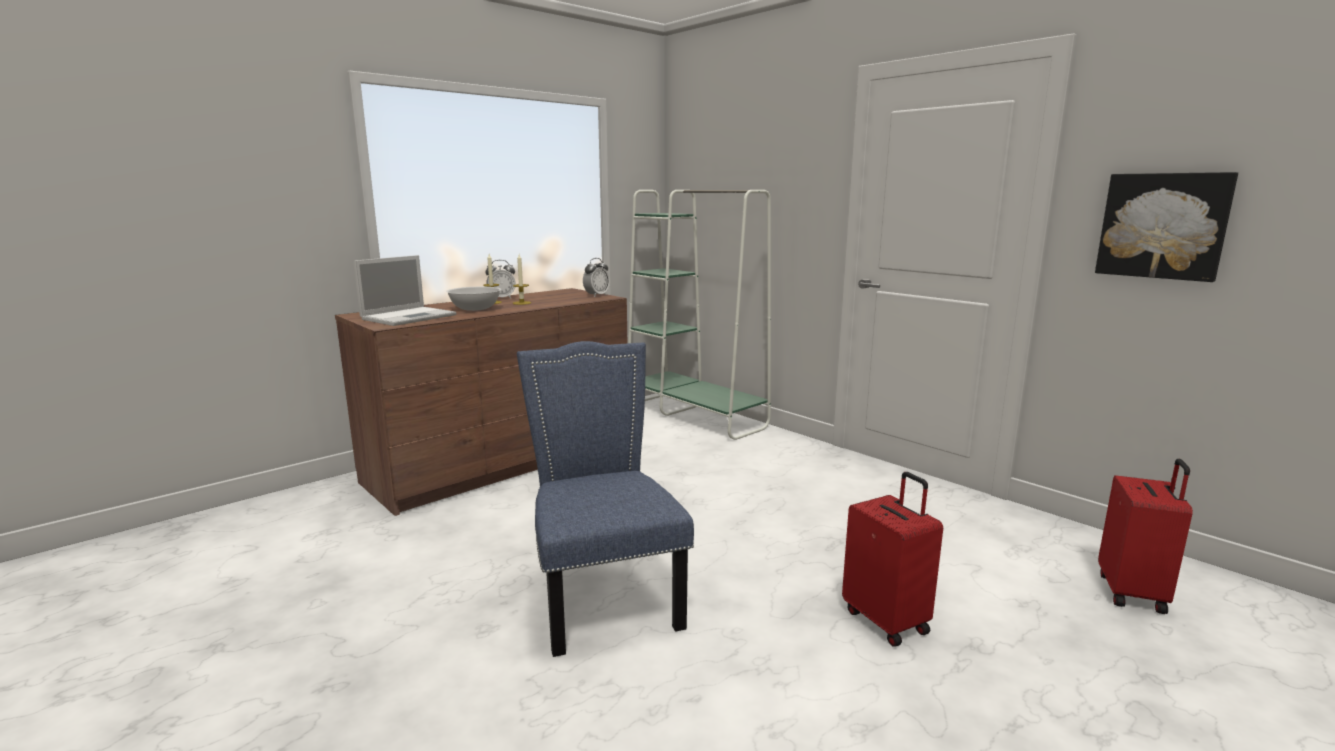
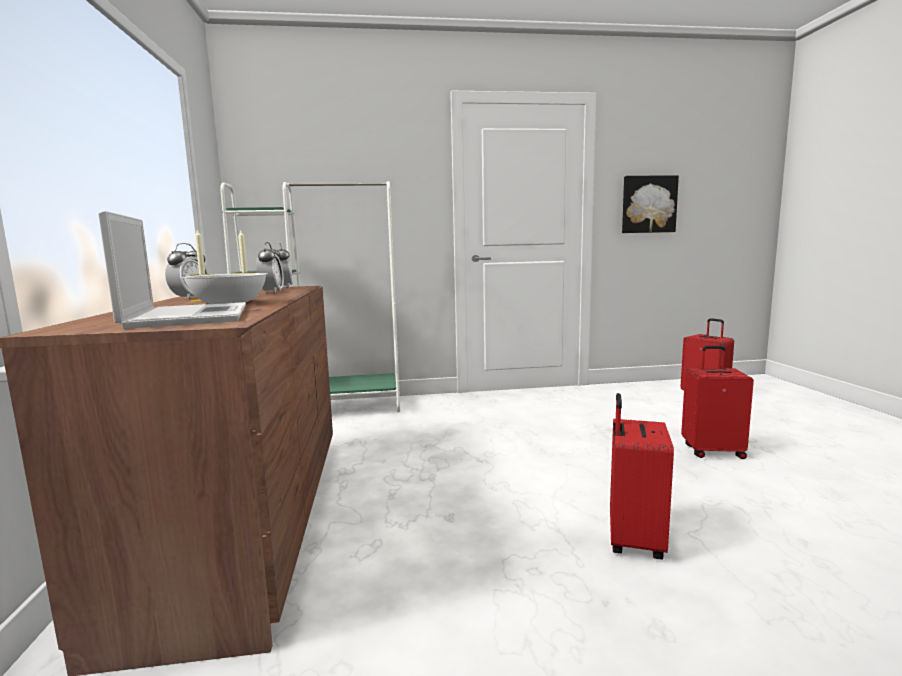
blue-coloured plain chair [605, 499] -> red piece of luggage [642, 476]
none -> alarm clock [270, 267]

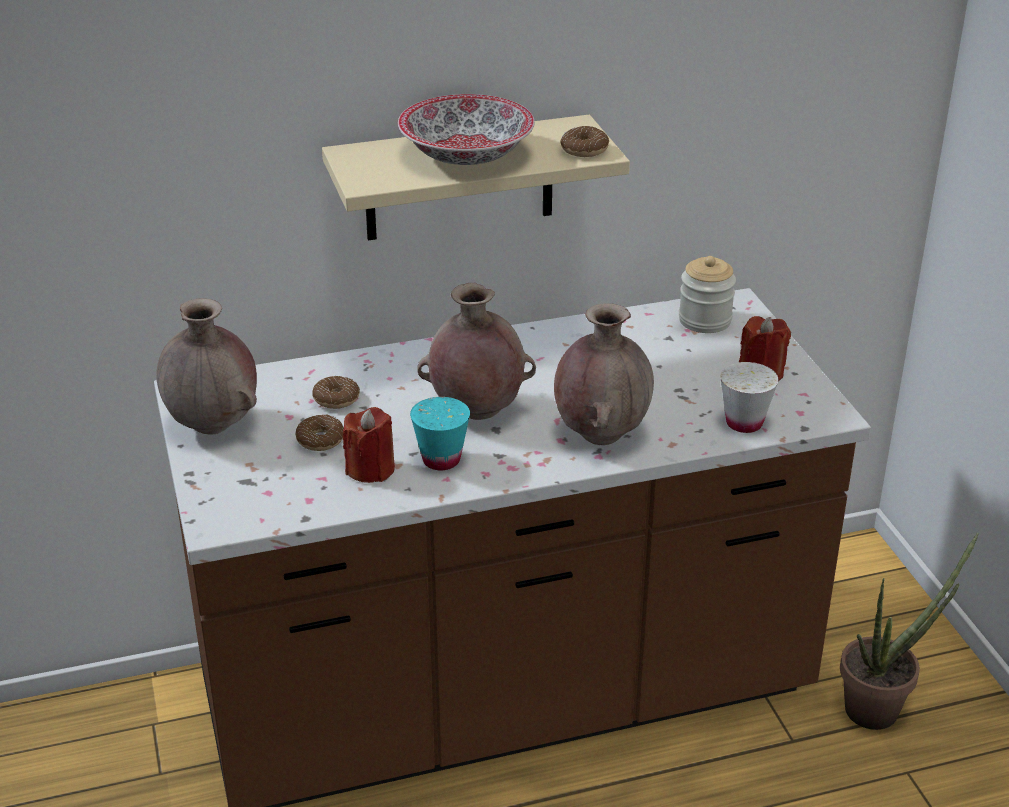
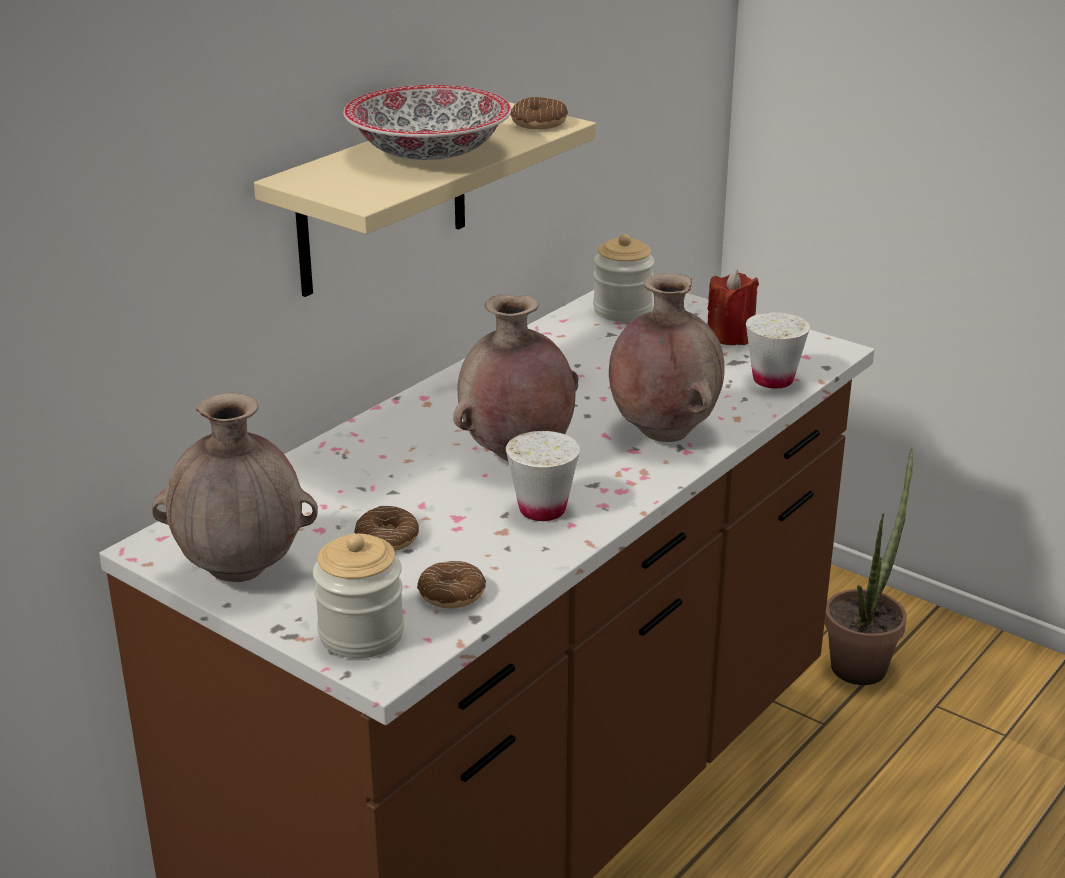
ring doughnut [336, 392] -> ring doughnut [451, 585], moved
blue-green drinking cup [440, 433] -> white drinking cup [543, 476]
red candle [369, 445] -> none
none -> jar [358, 596]

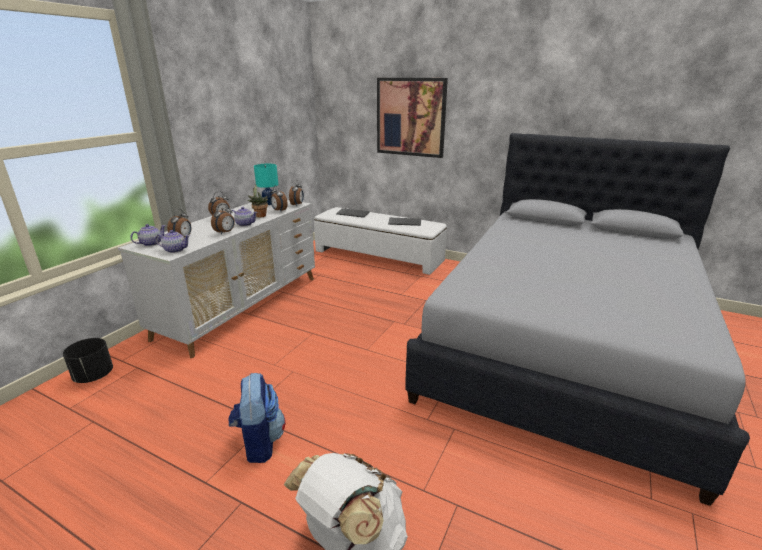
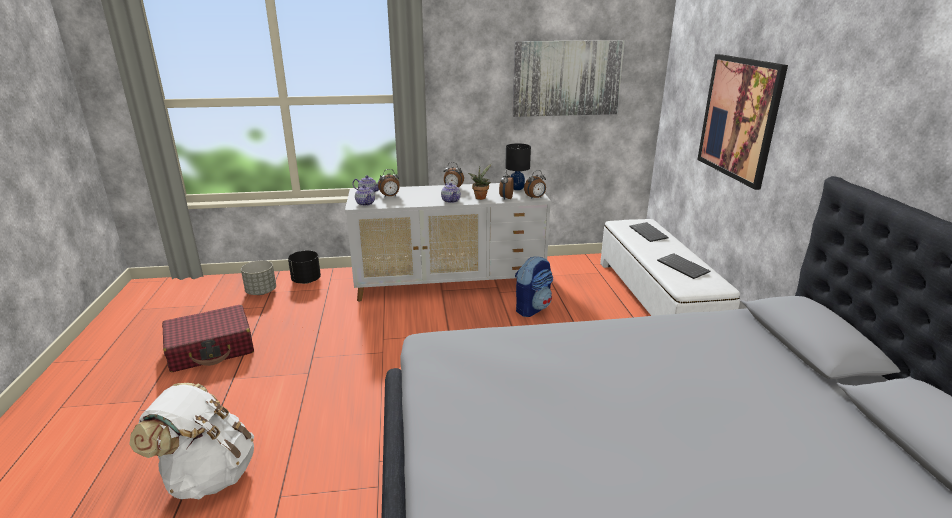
blue-green lamp for a table [266, 184] -> blackish lamp for a table [518, 166]
alarm clock [223, 219] -> none
knapsack [257, 418] -> knapsack [534, 286], moved
none -> wall picture [568, 78]
none -> grey planter [258, 277]
none -> red piece of luggage [208, 338]

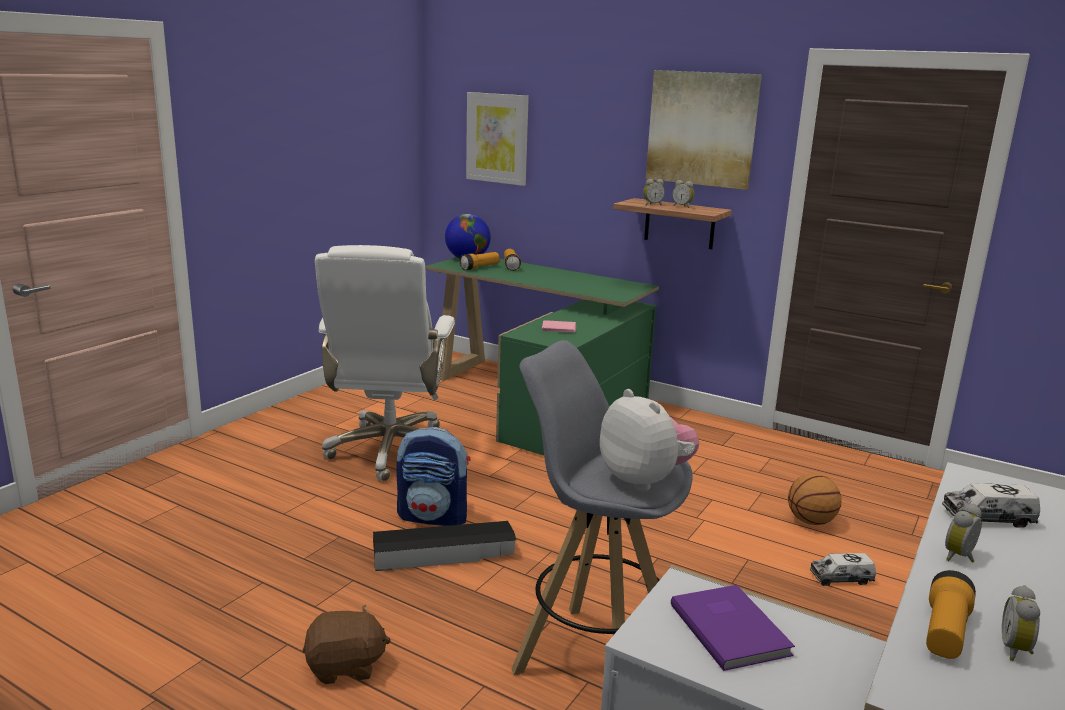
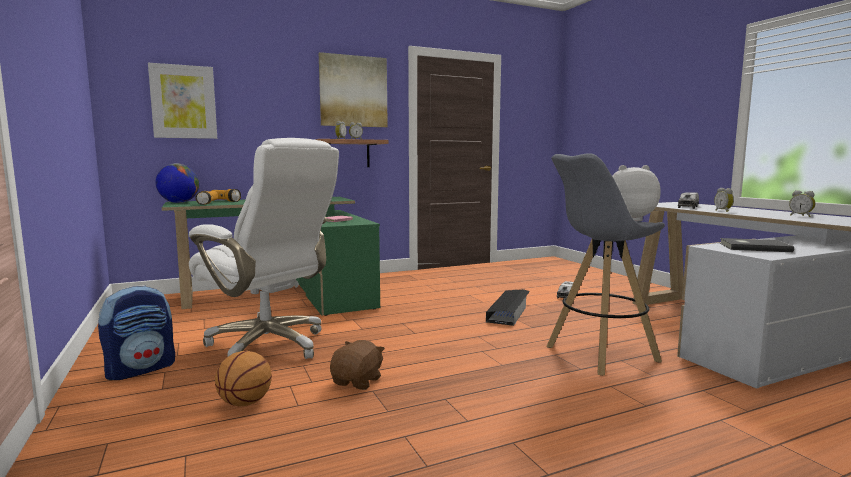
knapsack [433, 476] -> knapsack [136, 332], moved
basketball [815, 499] -> basketball [243, 379], moved
blackish storage container [444, 546] -> blackish storage container [508, 307], moved
flashlight [951, 614] -> none
purplish bound book [733, 628] -> grey bound book [757, 245]
brownish soft toy [347, 644] -> brownish soft toy [357, 365], moved

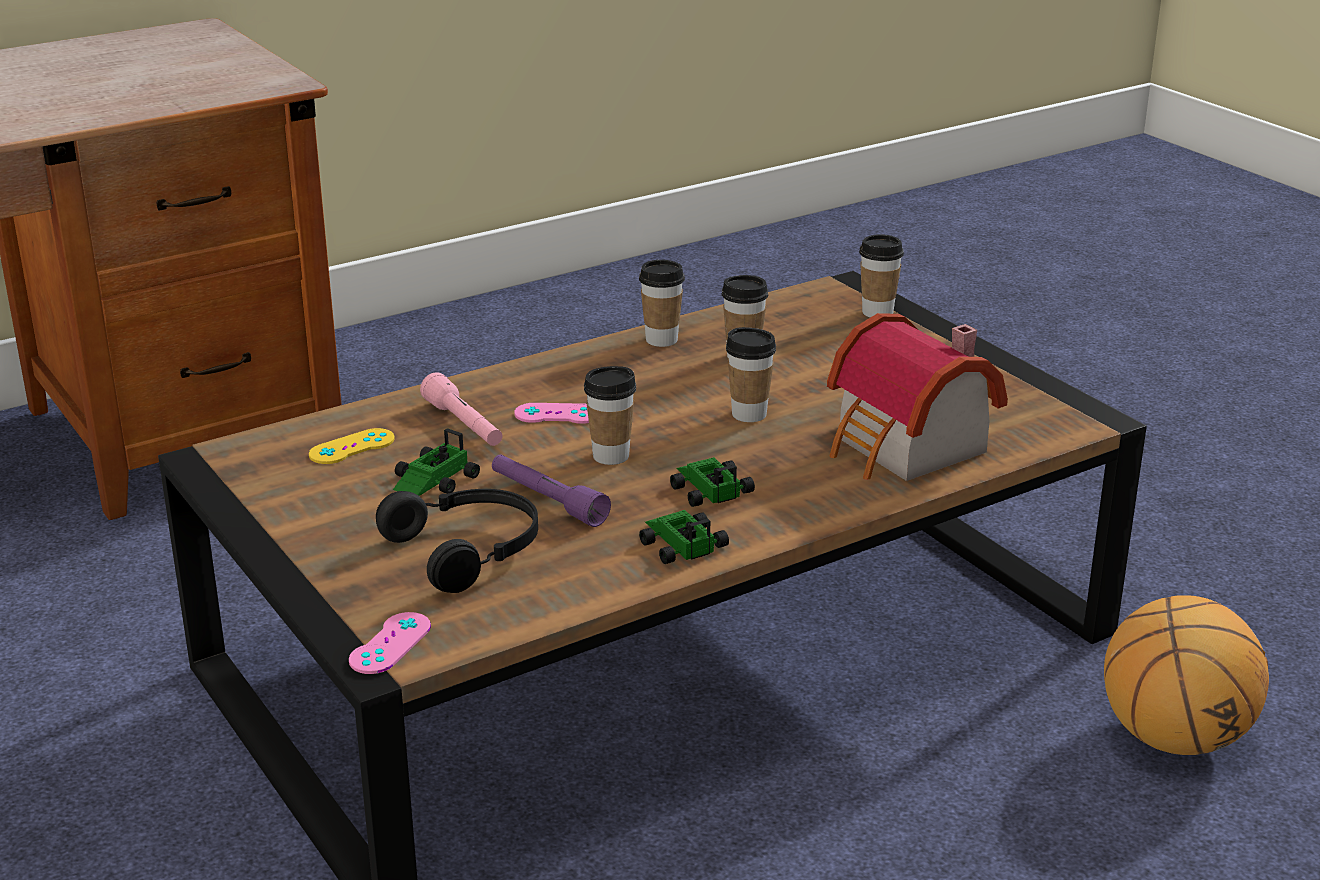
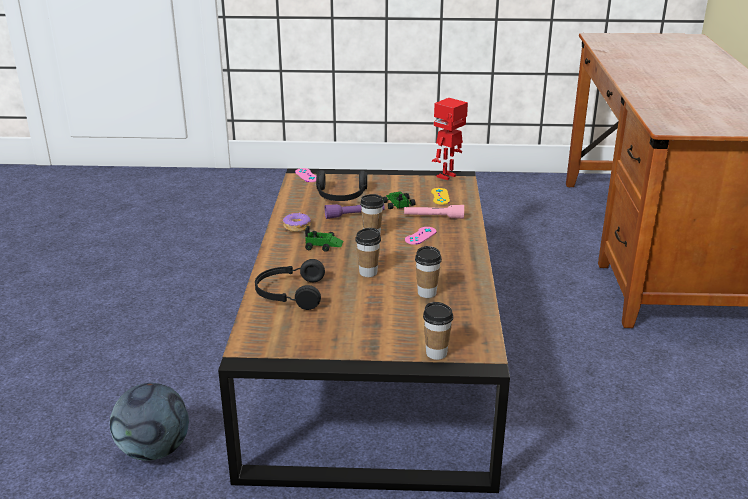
drinking cup [662, 303] -> none
toy house [917, 397] -> blackish headphones [290, 284]
model car [684, 537] -> ring doughnut [297, 222]
basketball [1186, 675] -> ball for football [149, 422]
none -> toy robot [450, 139]

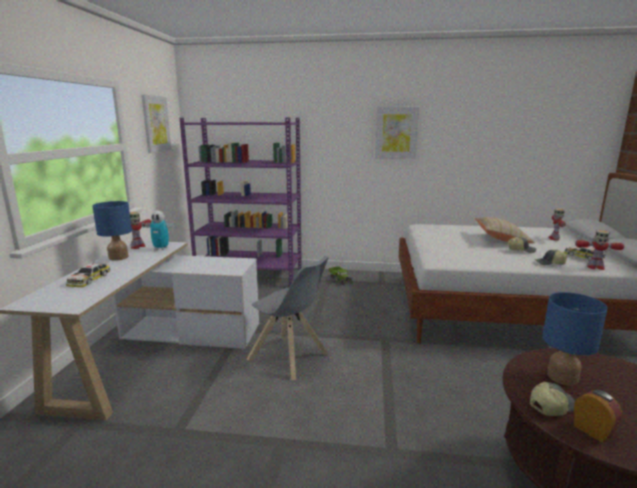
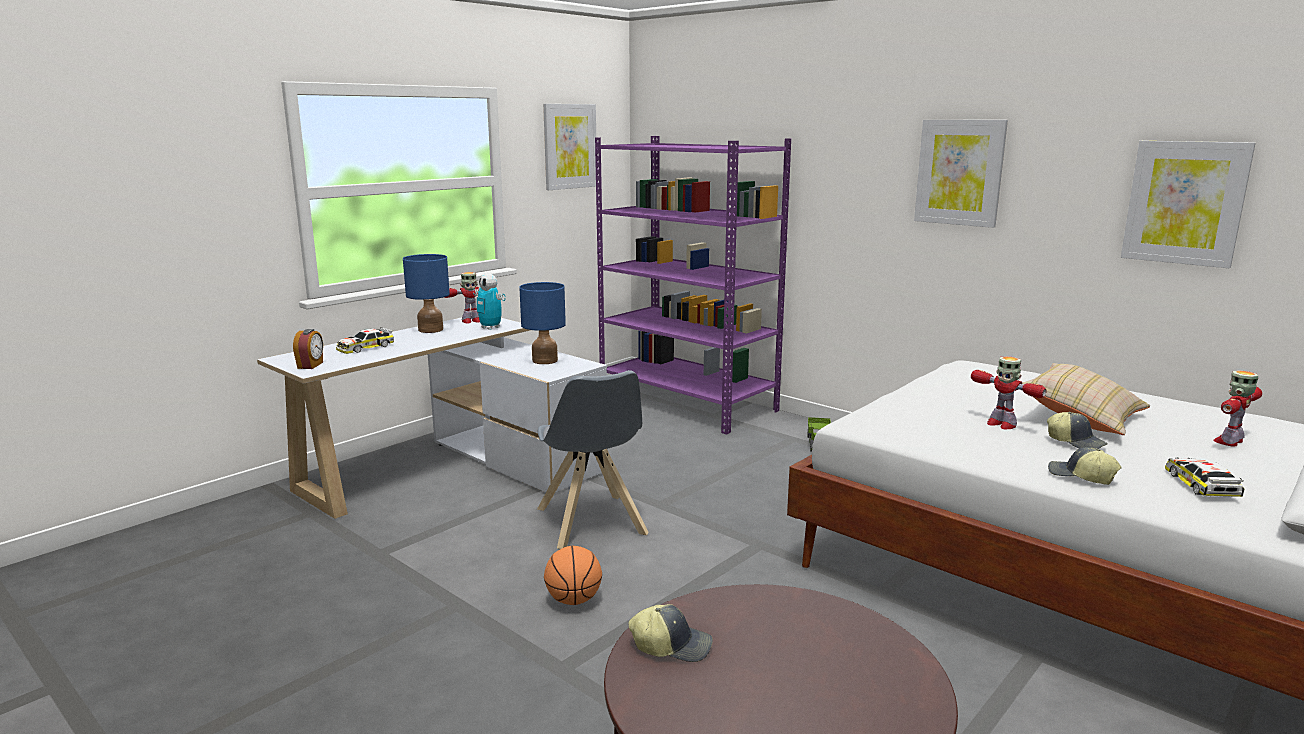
toy robot [599, 250] -> toy robot [1009, 392], moved
blue-coloured lamp for a table [575, 339] -> blue-coloured lamp for a table [542, 323], moved
alarm clock [598, 416] -> alarm clock [308, 349], moved
none -> wall picture [1188, 204]
none -> basketball [573, 575]

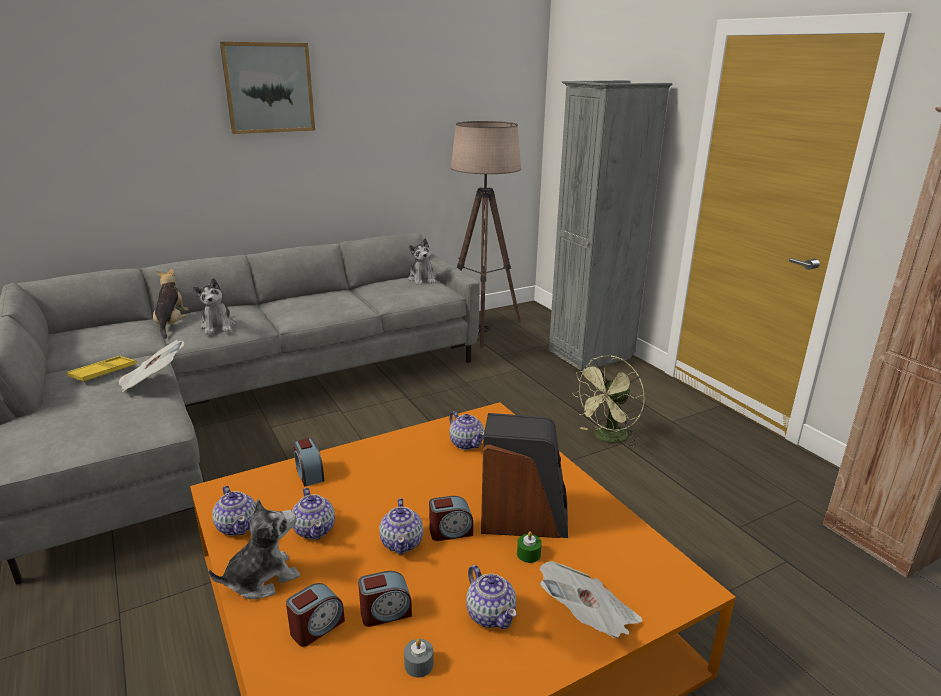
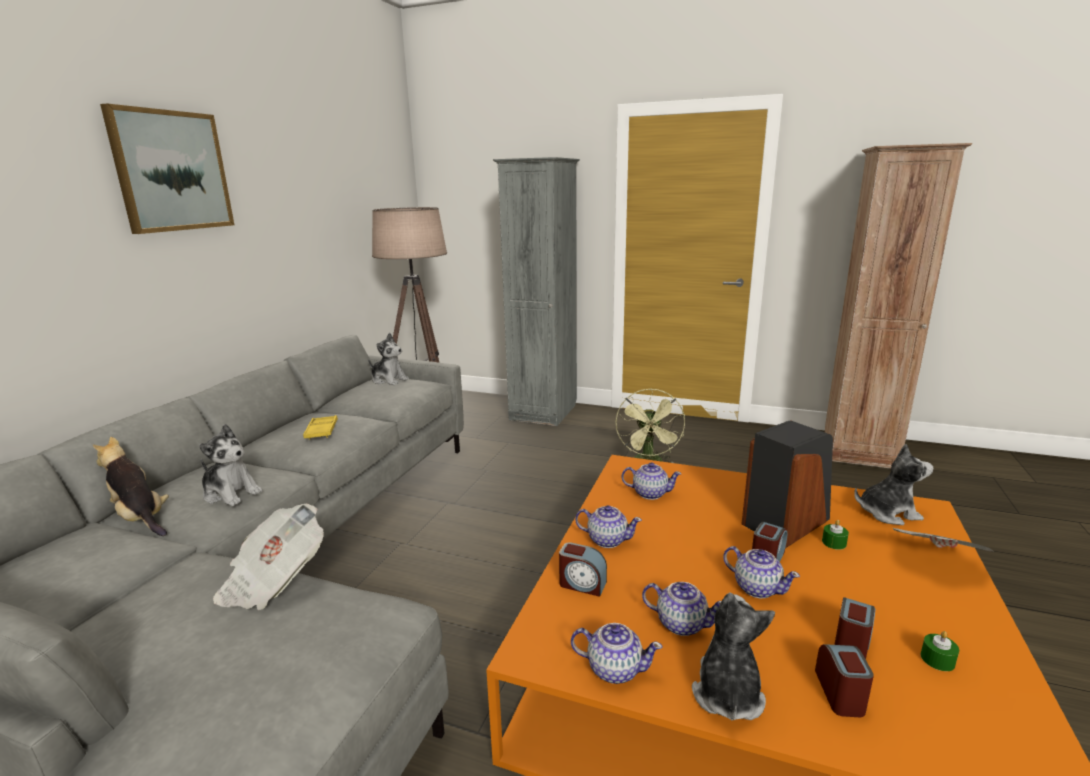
yellowish tray [101, 369] -> yellowish tray [320, 427], moved
pot for tea [491, 597] -> pot for tea [608, 526], moved
grey candle [419, 658] -> green-coloured candle [939, 651]
none -> soft toy [893, 484]

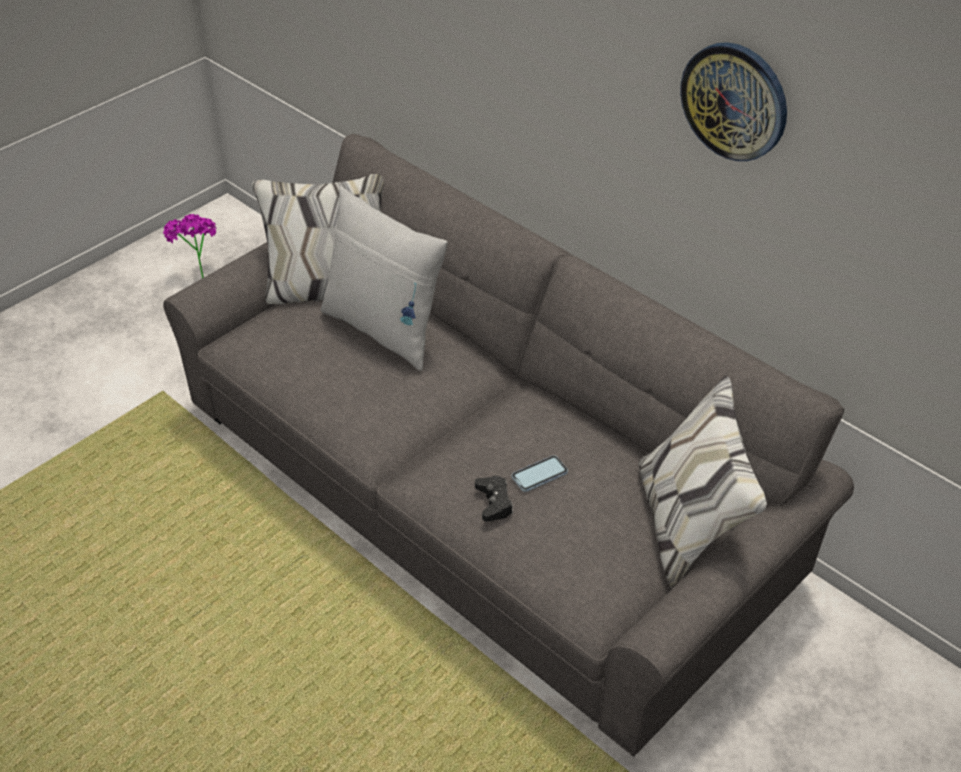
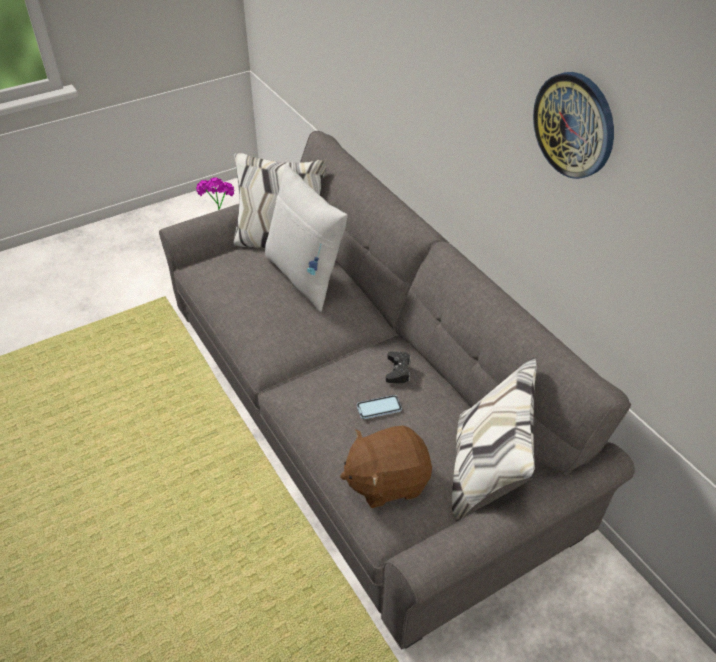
blackish game controller [494, 499] -> blackish game controller [398, 367], moved
none -> brownish soft toy [386, 466]

